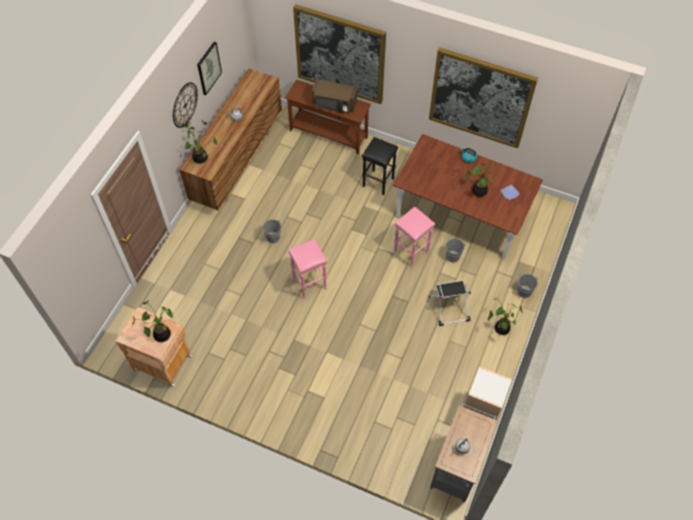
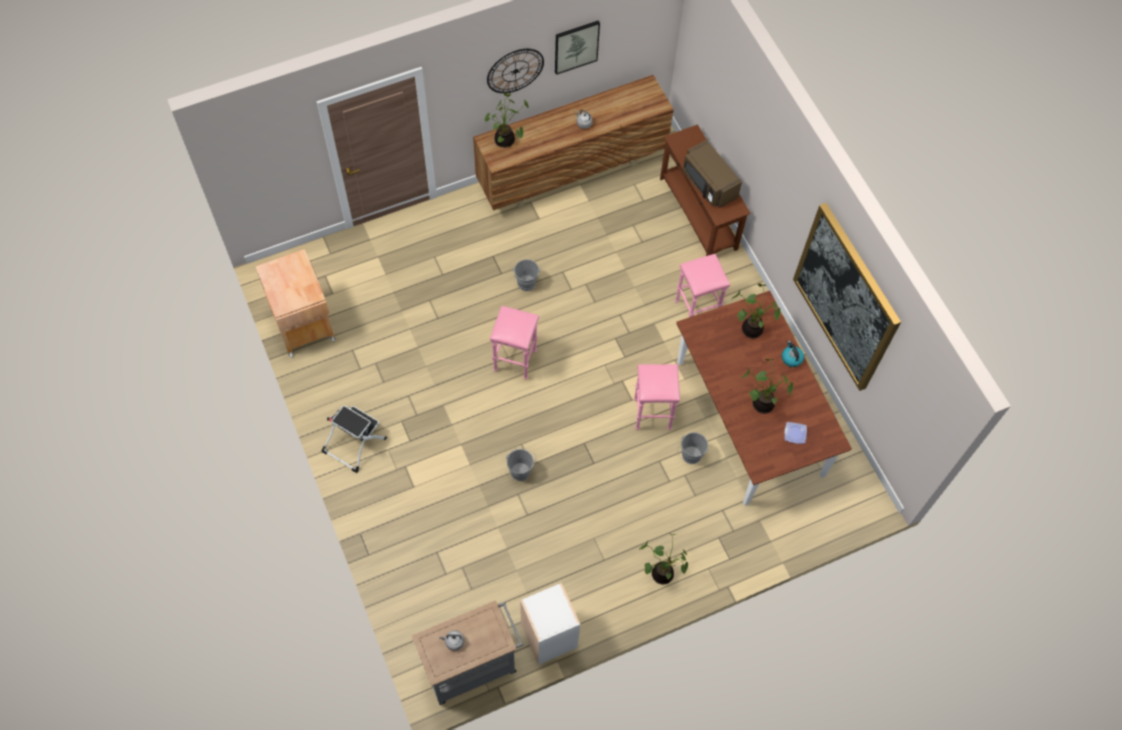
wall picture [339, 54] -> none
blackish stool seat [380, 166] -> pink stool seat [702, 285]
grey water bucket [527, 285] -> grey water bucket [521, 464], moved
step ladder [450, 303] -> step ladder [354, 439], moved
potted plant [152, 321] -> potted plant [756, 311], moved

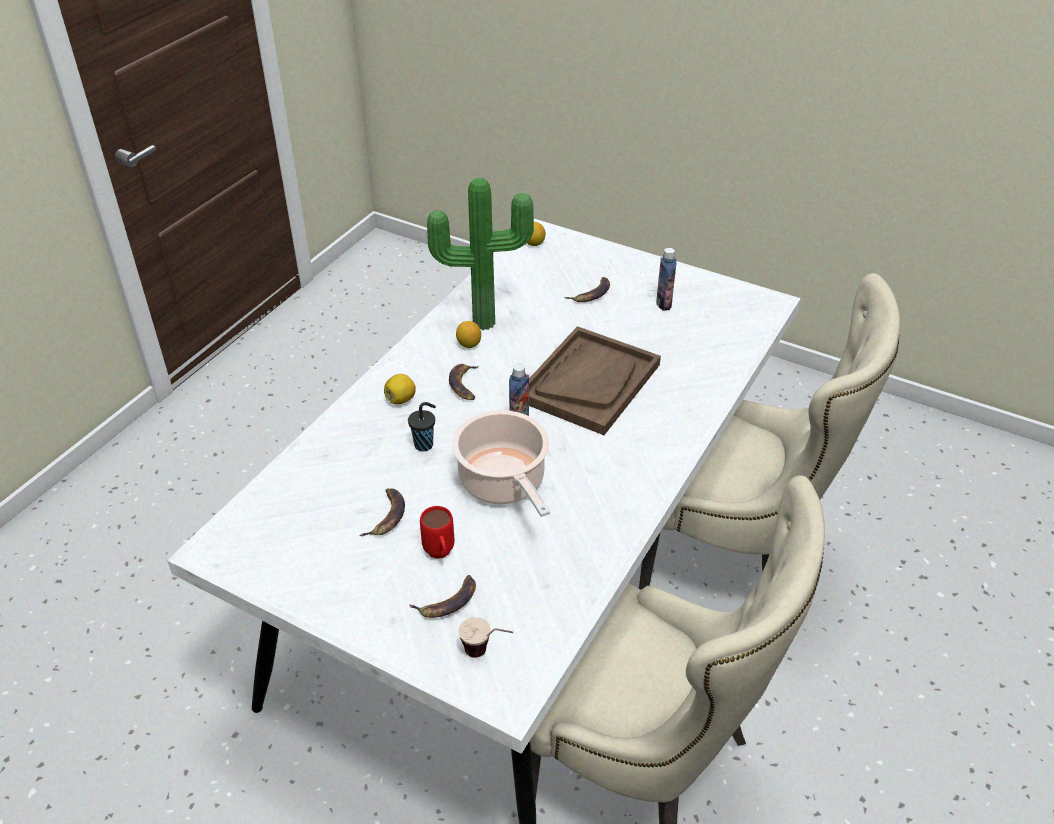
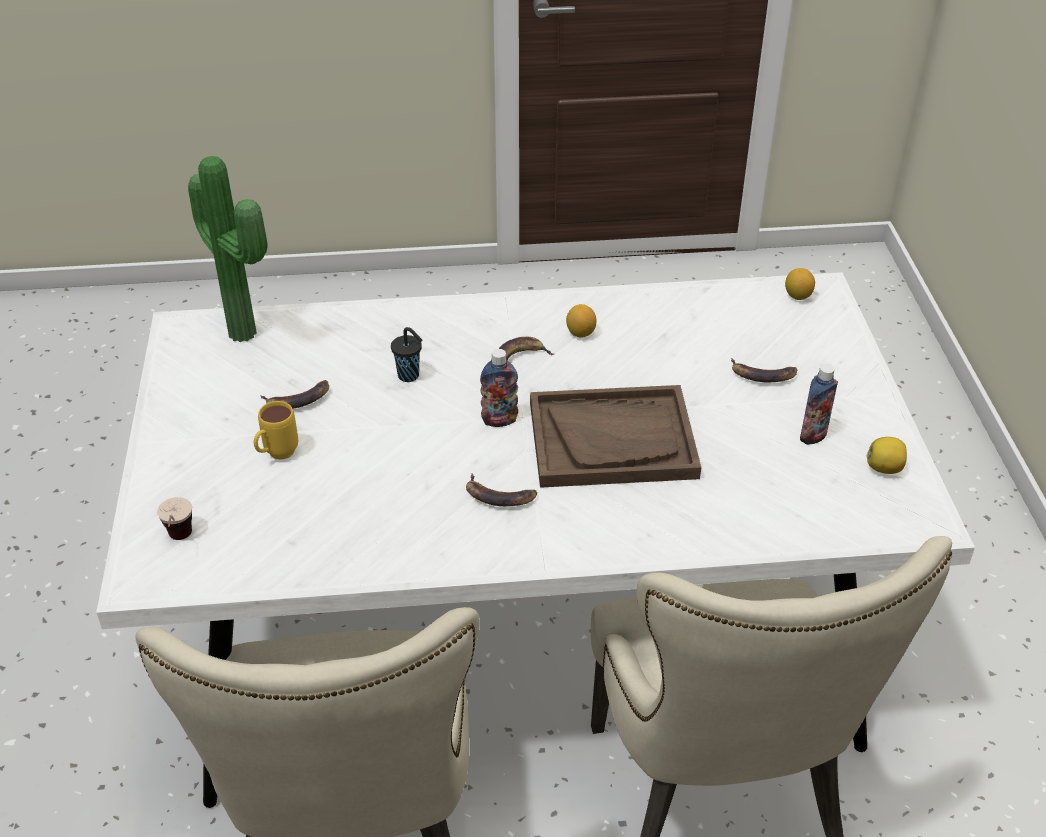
potted plant [480, 254] -> potted plant [227, 249], moved
lemon [400, 389] -> lemon [886, 455], moved
stockpot [501, 463] -> none
red coffee mug [437, 532] -> yellowish coffee mug [276, 430]
banana fruit [442, 596] -> banana fruit [501, 489], moved

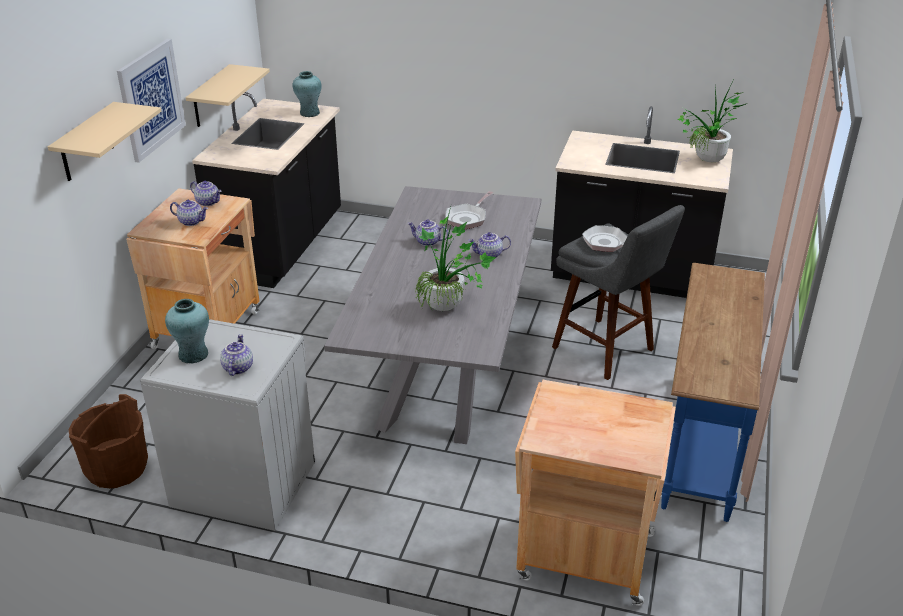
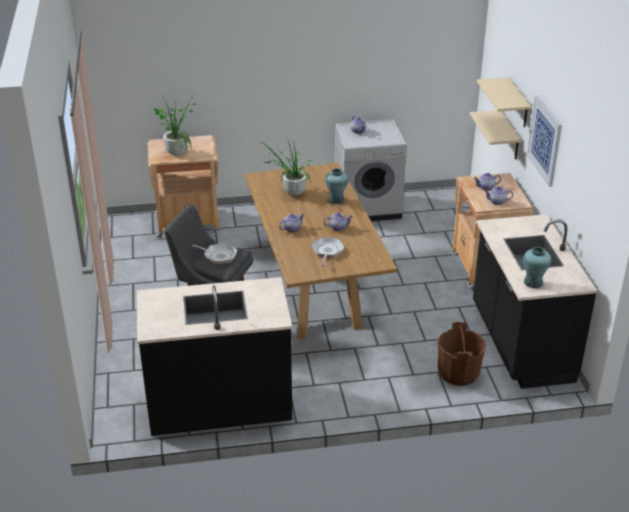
beige wall shelf [228, 95] -> beige wall shelf [496, 134], moved
potted plant [712, 119] -> potted plant [174, 125], moved
grey dinner table [432, 315] -> brownish dinner table [320, 251]
blue-coloured hall table [713, 392] -> none
blue-green decorative vase [187, 331] -> blue-green decorative vase [336, 186], moved
brownish water bucket [108, 441] -> brownish water bucket [462, 354], moved

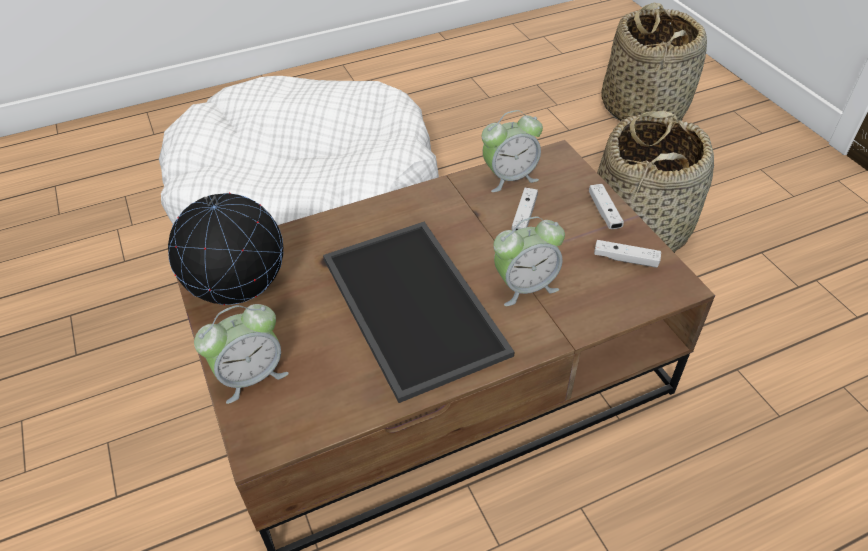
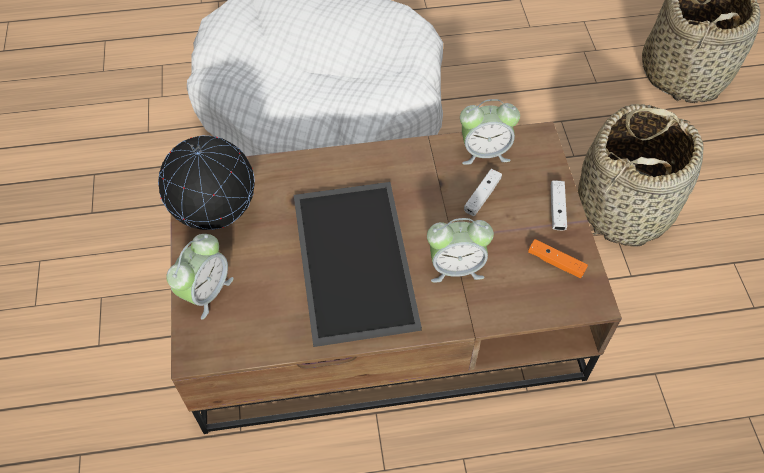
white game controller [627, 254] -> orange-coloured game controller [558, 258]
alarm clock [241, 354] -> alarm clock [200, 277], 45 degrees counterclockwise

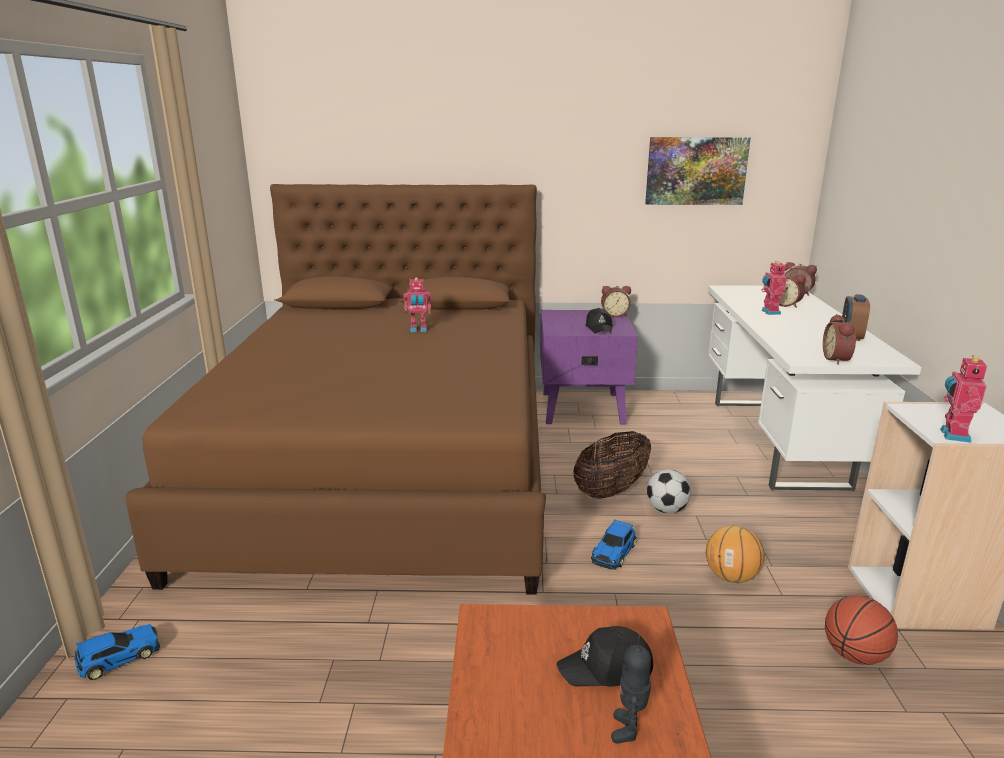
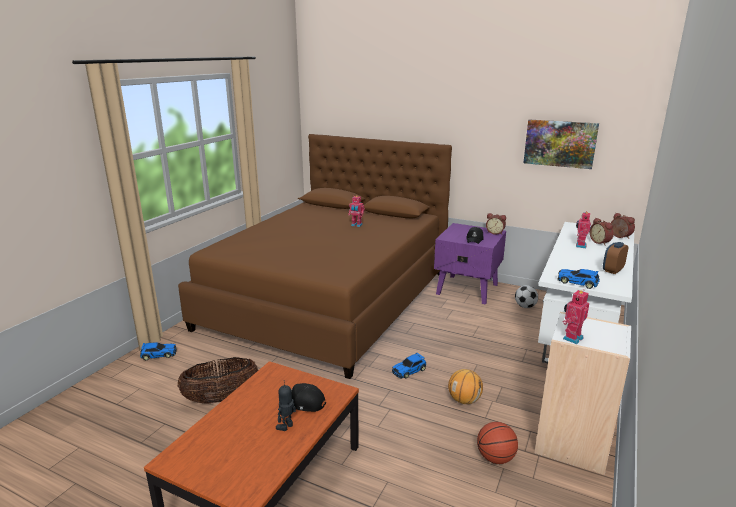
alarm clock [839, 339] -> model car [578, 279]
basket [612, 465] -> basket [217, 380], moved
ball for football [669, 491] -> ball for football [526, 296], moved

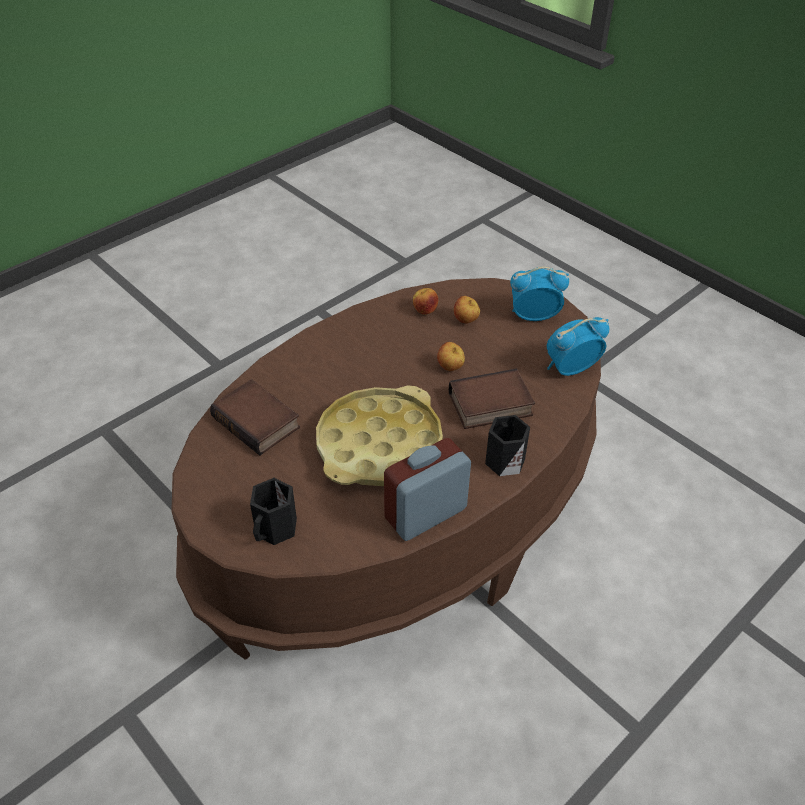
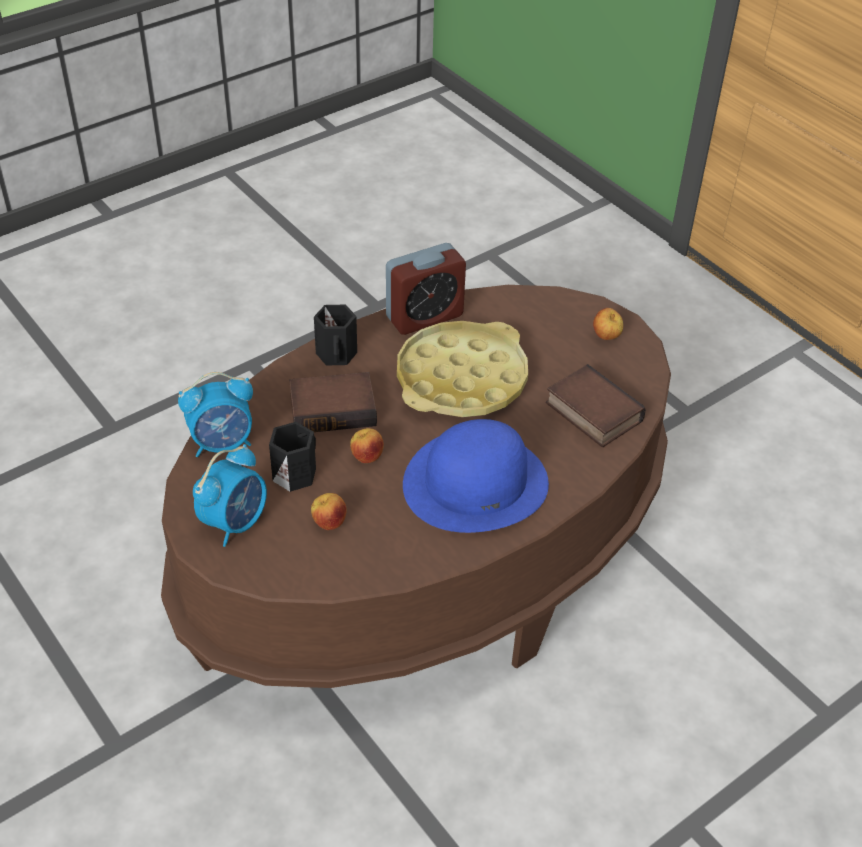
alarm clock [539, 294] -> alarm clock [230, 495], 60 degrees counterclockwise
whole apple [425, 301] -> whole apple [608, 324], moved
blackish coffee mug [273, 511] -> blackish coffee mug [292, 457], moved
none -> blue-coloured clothing hat [476, 476]

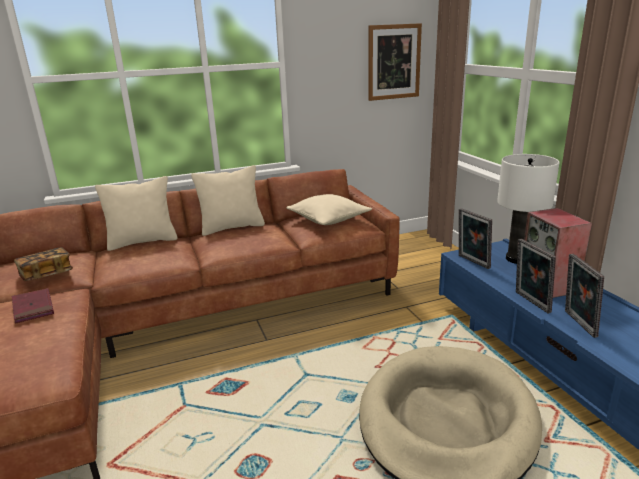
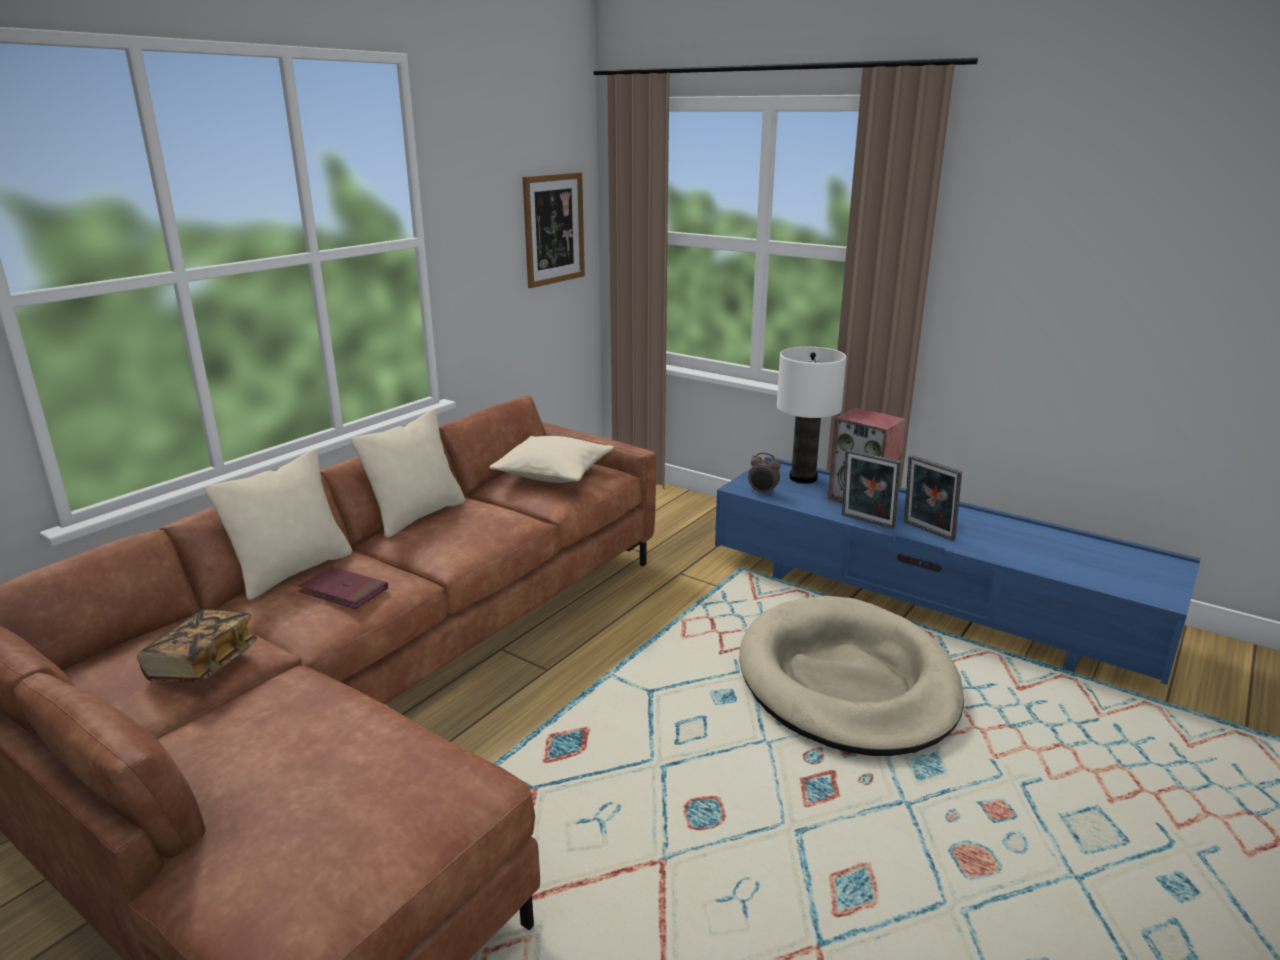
picture frame [475, 238] -> alarm clock [764, 473]
red bound book [33, 306] -> red bound book [343, 588], moved

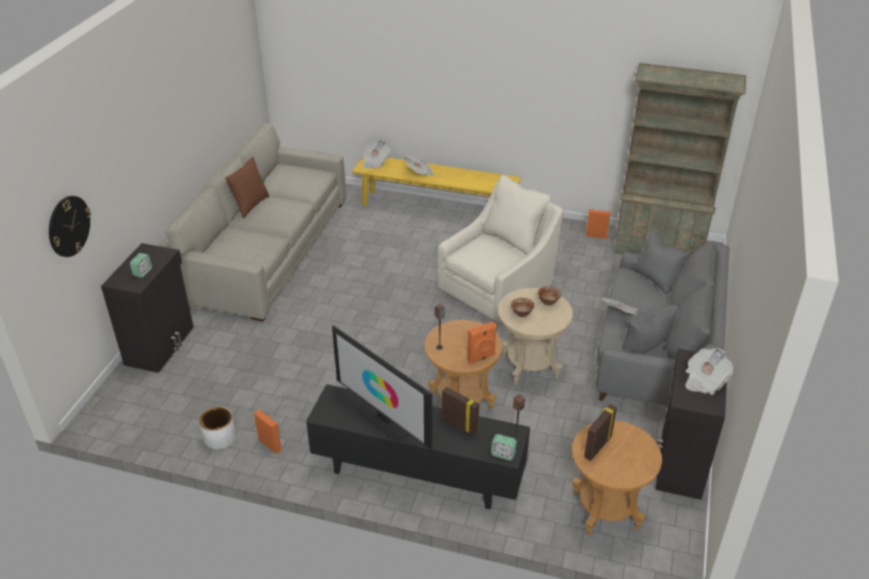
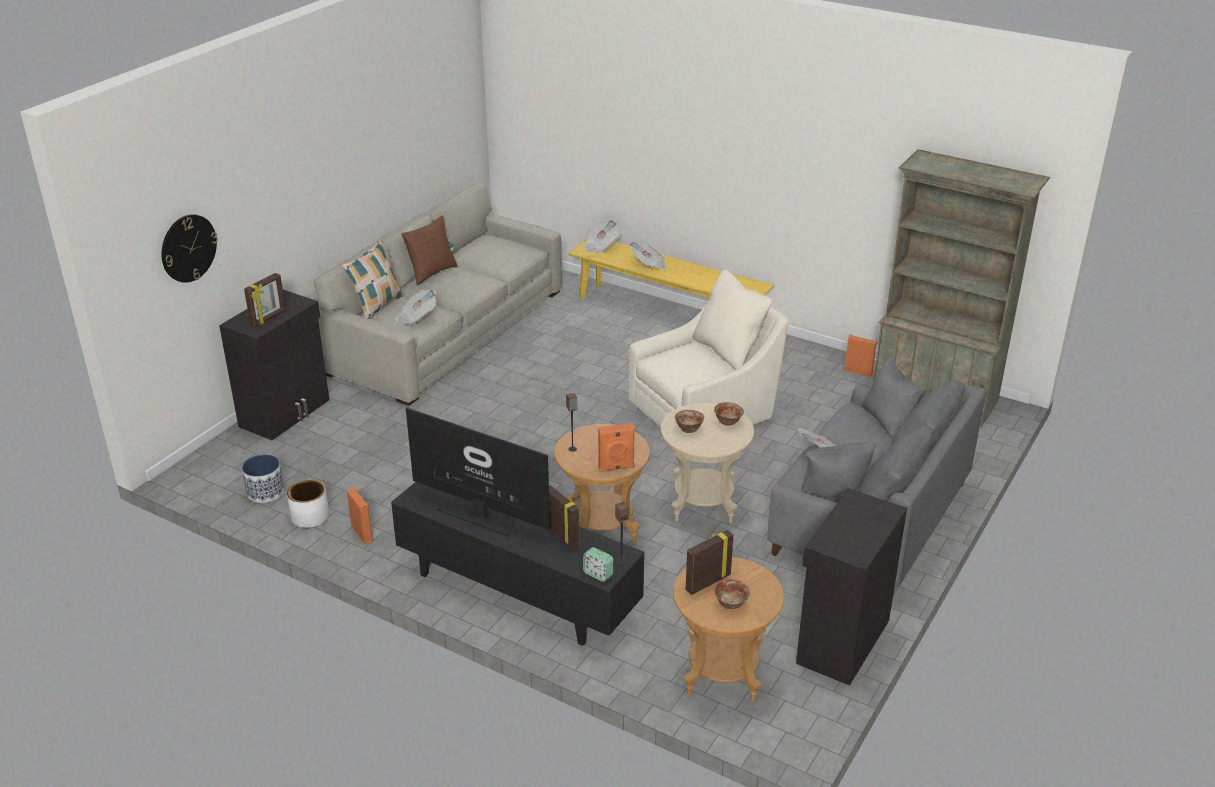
alarm clock [141, 265] -> picture frame [265, 300]
TV set [382, 387] -> TV set [478, 472], 150 degrees clockwise
printed paper [709, 371] -> printed paper [416, 307], moved
none -> throw pillow [372, 279]
none -> planter [263, 479]
none -> deep dish [732, 594]

